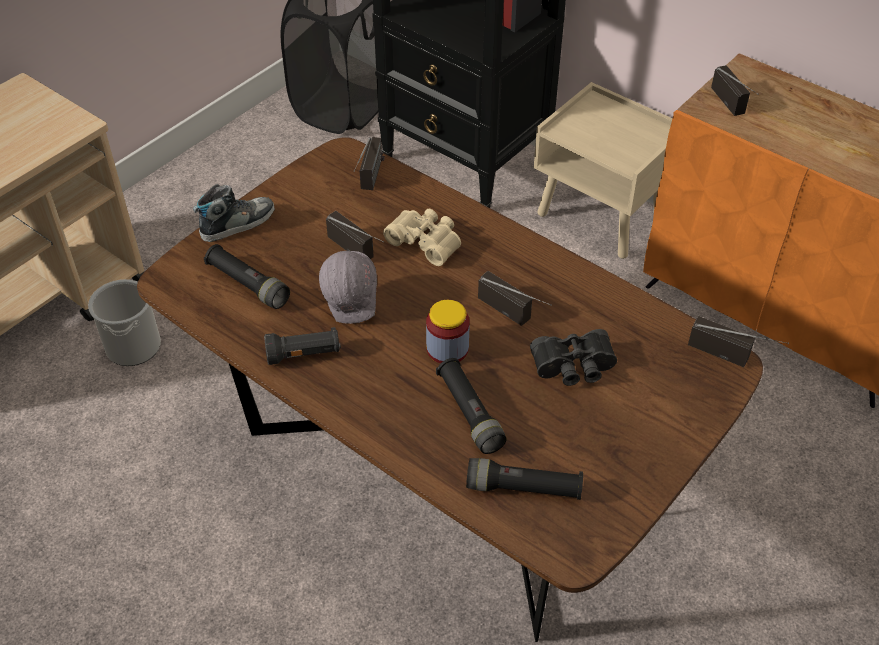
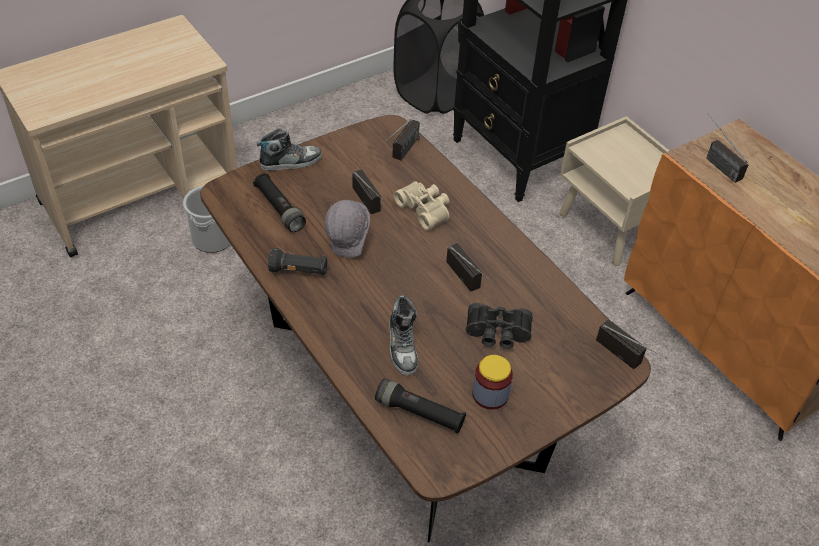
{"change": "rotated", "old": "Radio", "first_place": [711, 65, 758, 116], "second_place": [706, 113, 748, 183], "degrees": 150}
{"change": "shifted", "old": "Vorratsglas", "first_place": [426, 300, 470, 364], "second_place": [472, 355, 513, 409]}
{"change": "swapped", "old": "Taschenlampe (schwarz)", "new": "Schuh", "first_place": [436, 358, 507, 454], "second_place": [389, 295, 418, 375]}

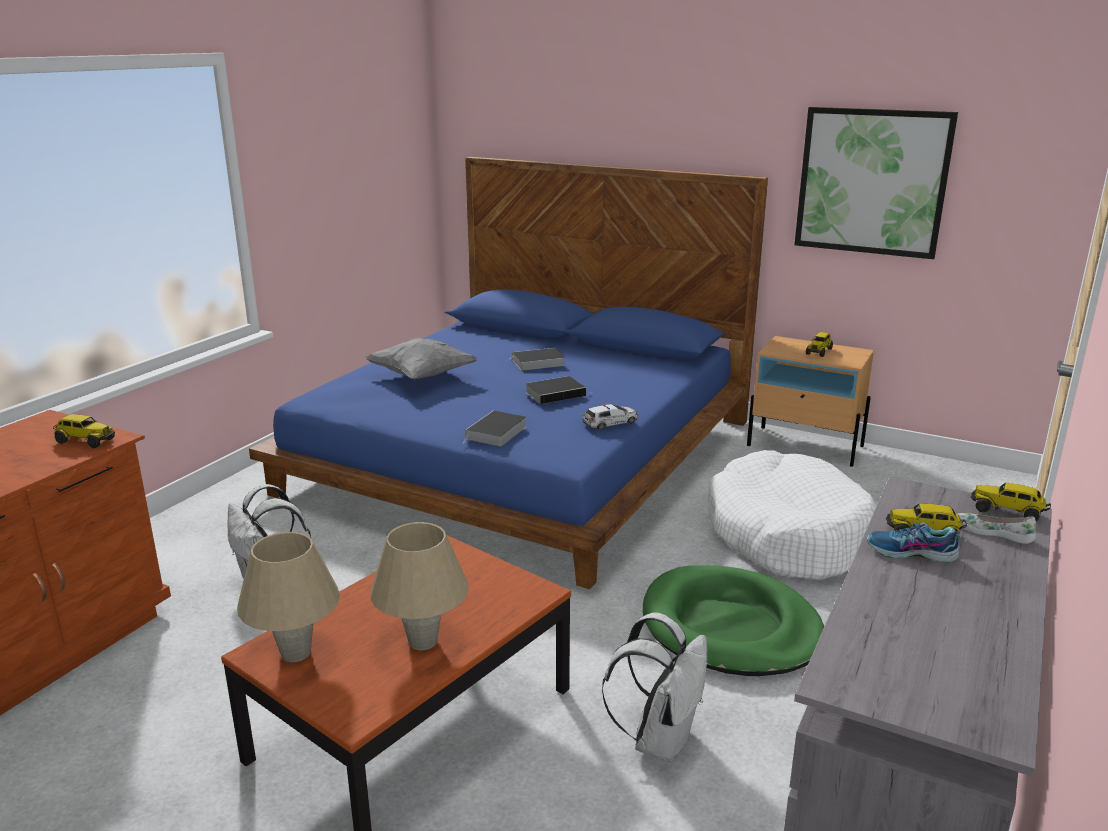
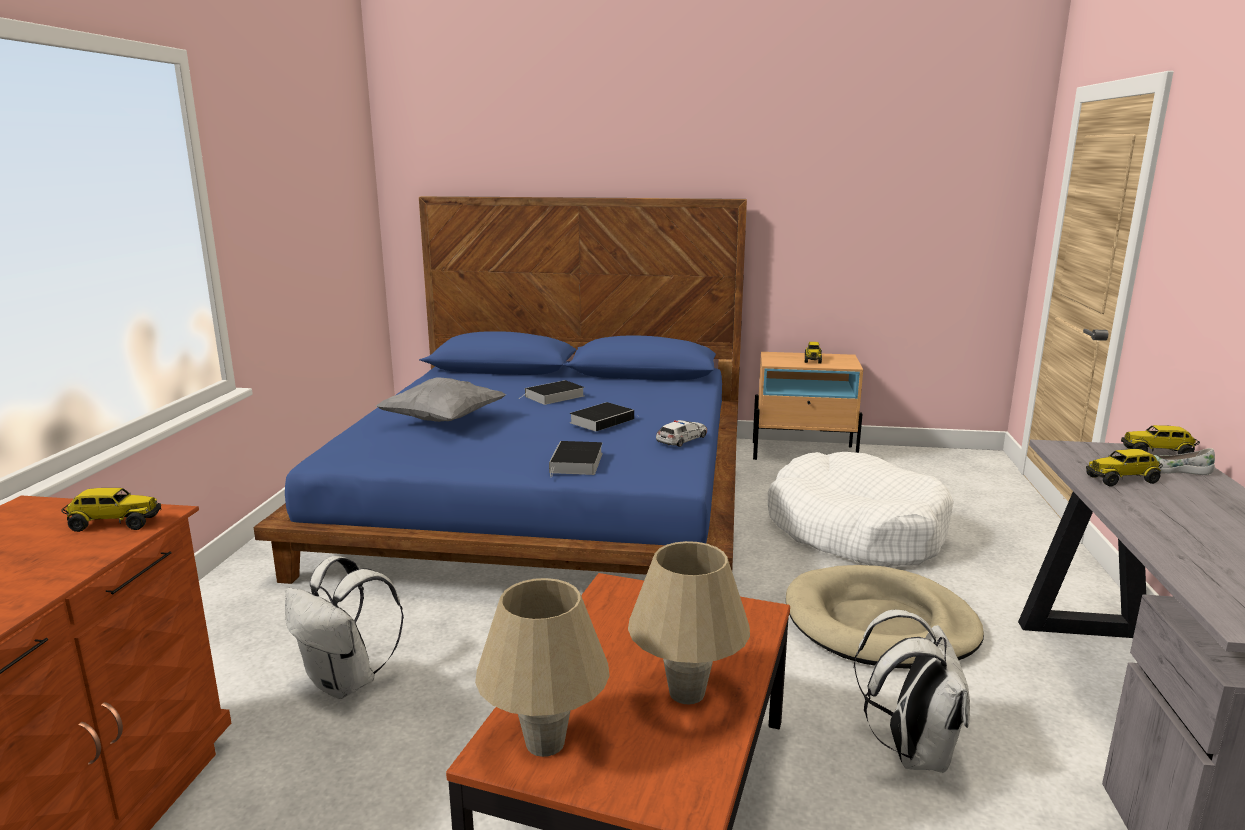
{"change": "gone", "old": "Bild", "first_place": [794, 107, 958, 259]}
{"change": "gone", "old": "Schuh", "first_place": [867, 522, 962, 563]}
{"change": "repainted", "old": "Hundebett (grün)", "new": "Hundebett (beige)", "first_place": [643, 565, 824, 676], "second_place": [786, 565, 984, 669]}

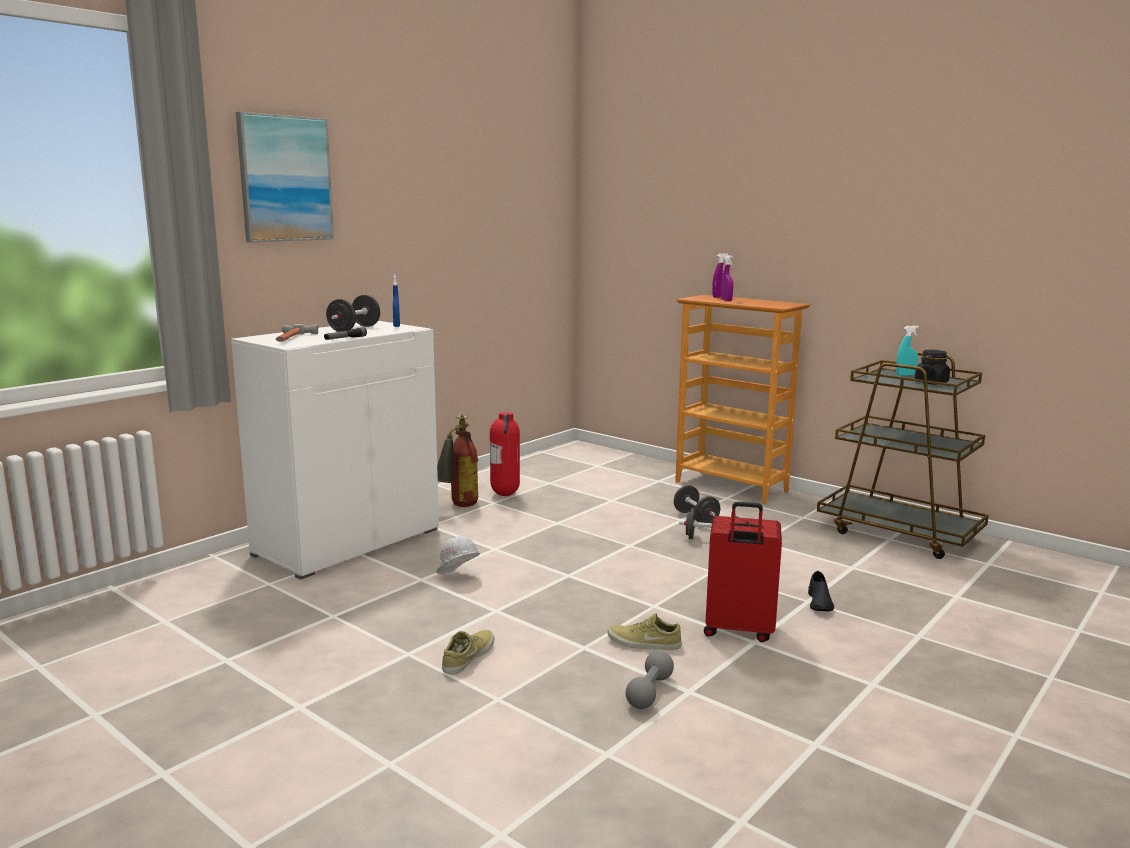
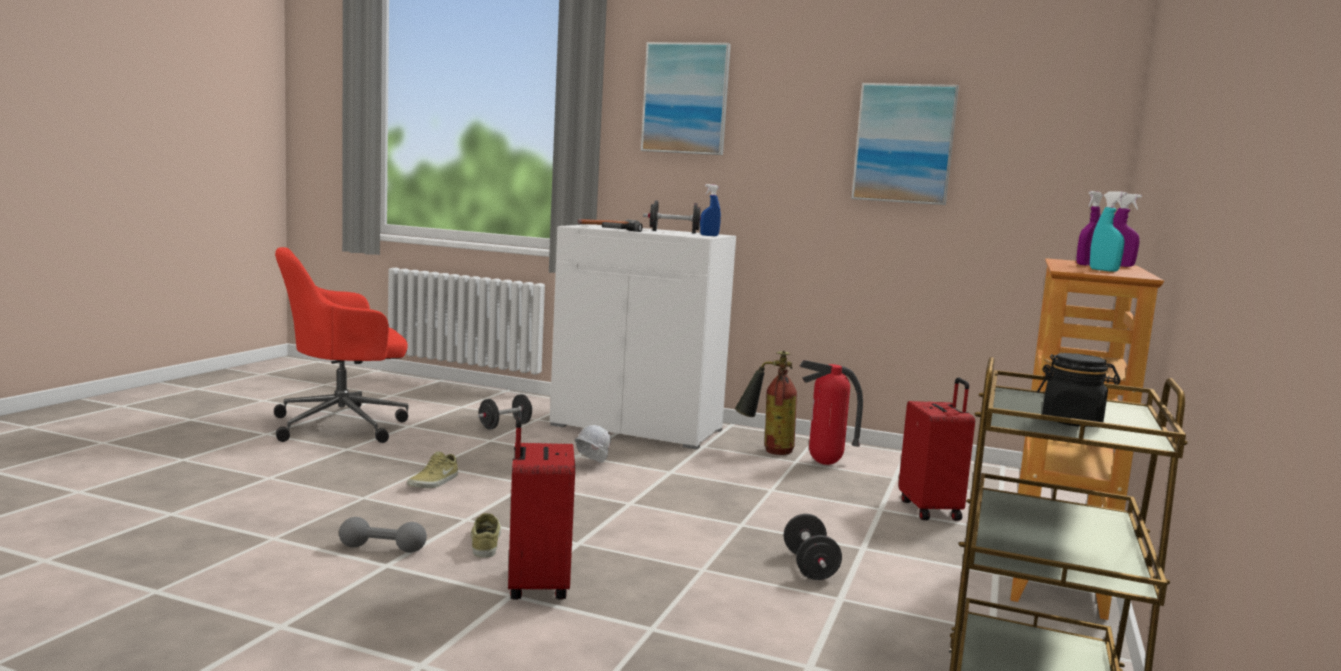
{"change": "shifted", "old": "Sprühflasche (türkis)", "first_place": [896, 325, 919, 376], "second_place": [1090, 191, 1128, 272]}
{"change": "shifted", "old": "Hantel (schwarz)", "first_place": [674, 485, 720, 523], "second_place": [478, 394, 533, 429]}
{"change": "gone", "old": "Schuh (schwarz)", "first_place": [808, 571, 834, 611]}
{"change": "rotated", "old": "Schuh (beige)", "first_place": [442, 630, 494, 675], "second_place": [407, 452, 458, 488], "degrees": 105}
{"change": "new", "new": "Bild", "second_place": [851, 83, 959, 205]}
{"change": "new", "new": "Bürostuhl (rot)", "second_place": [274, 247, 409, 443]}
{"change": "new", "new": "Koffer (rot)", "second_place": [899, 378, 975, 521]}

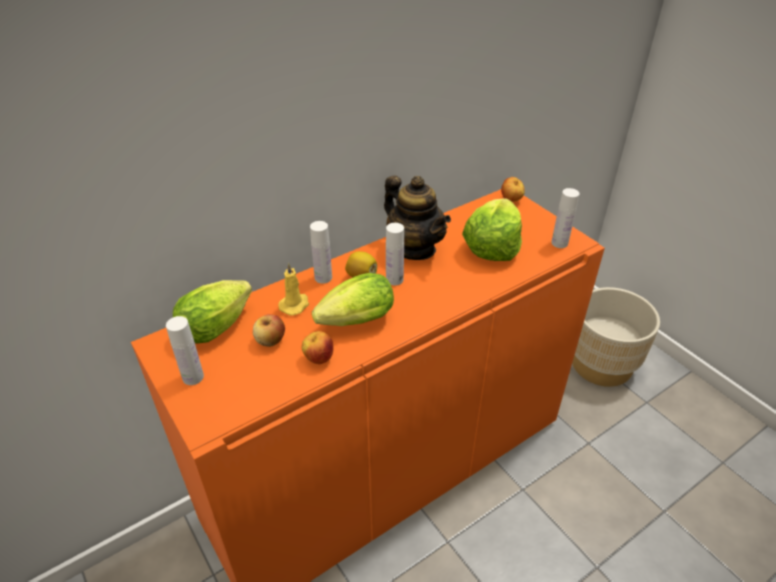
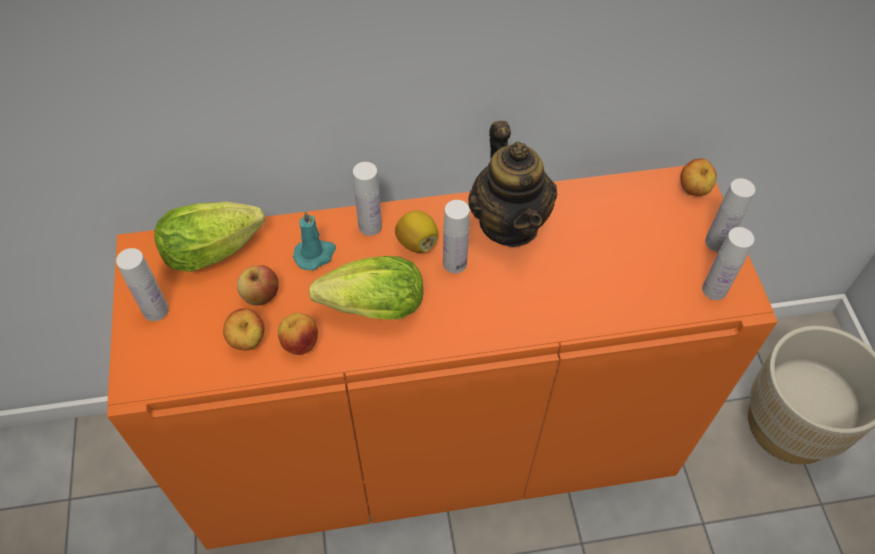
{"change": "gone", "old": "Salatkopf", "first_place": [462, 198, 522, 261]}
{"change": "repainted", "old": "Kerze (gelb)", "new": "Kerze (türkis)", "first_place": [278, 263, 309, 316], "second_place": [293, 211, 336, 270]}
{"change": "new", "new": "Flasche (weiß)", "second_place": [705, 178, 755, 252]}
{"change": "new", "new": "Apfel", "second_place": [223, 308, 264, 351]}

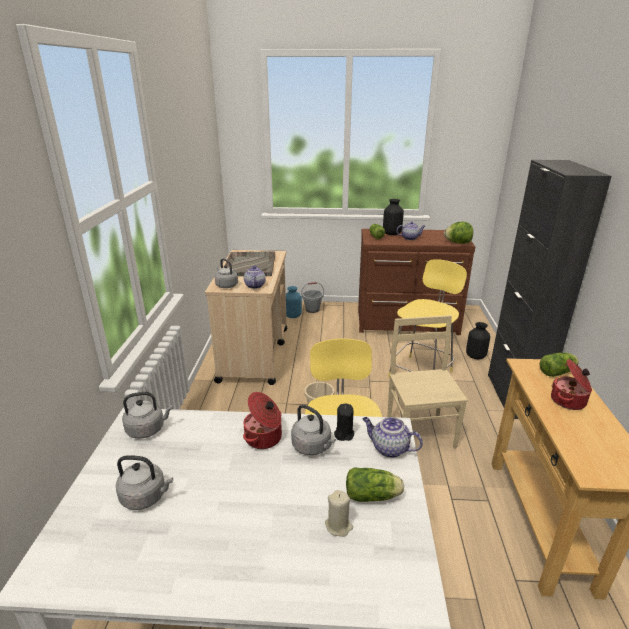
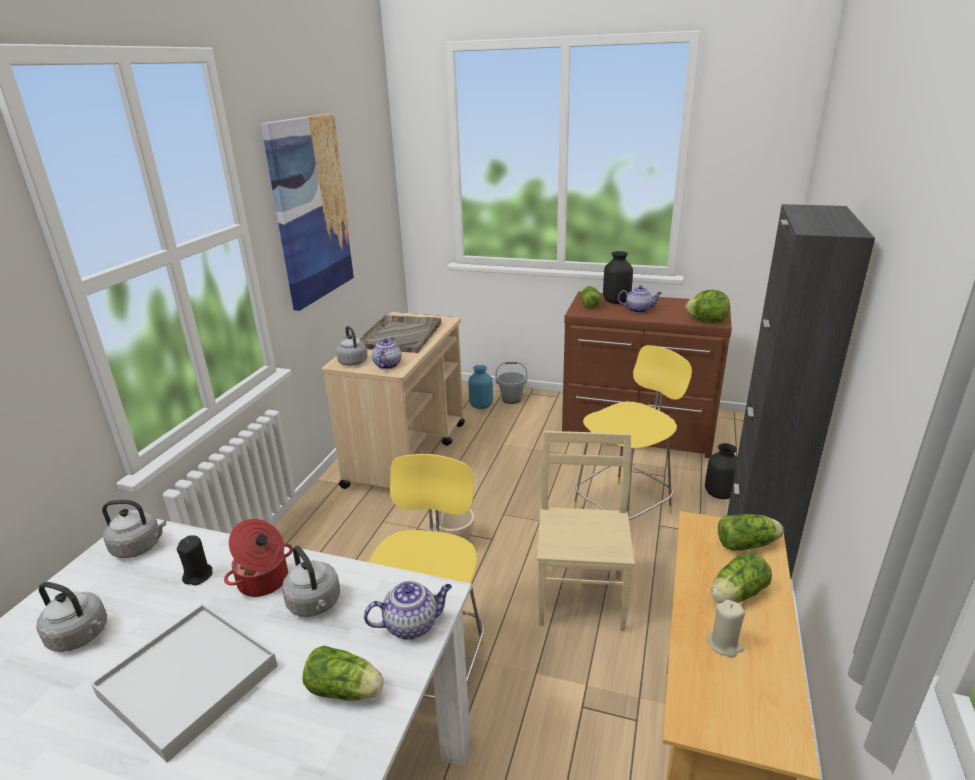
{"change": "swapped", "old": "Kochtopf", "new": "Salatkopf", "first_place": [551, 359, 592, 410], "second_place": [711, 553, 772, 603]}
{"change": "shifted", "old": "Kerze (schwarz)", "first_place": [334, 404, 354, 441], "second_place": [177, 535, 213, 586]}
{"change": "rotated", "old": "Teekanne", "first_place": [363, 417, 423, 458], "second_place": [364, 581, 452, 640], "degrees": 120}
{"change": "shifted", "old": "Kerze (beige)", "first_place": [325, 490, 353, 537], "second_place": [707, 600, 745, 658]}
{"change": "new", "new": "Bild", "second_place": [261, 113, 355, 311]}
{"change": "new", "new": "Tablett (weiß)", "second_place": [91, 604, 278, 763]}

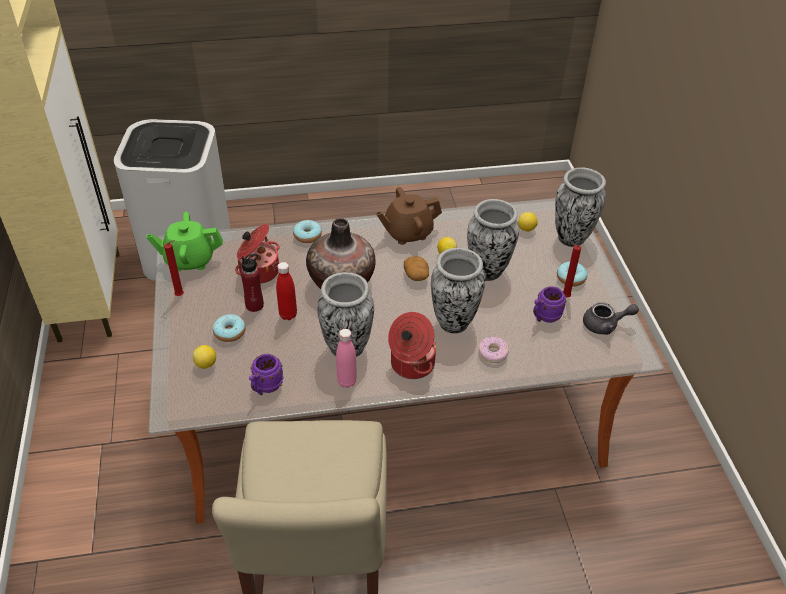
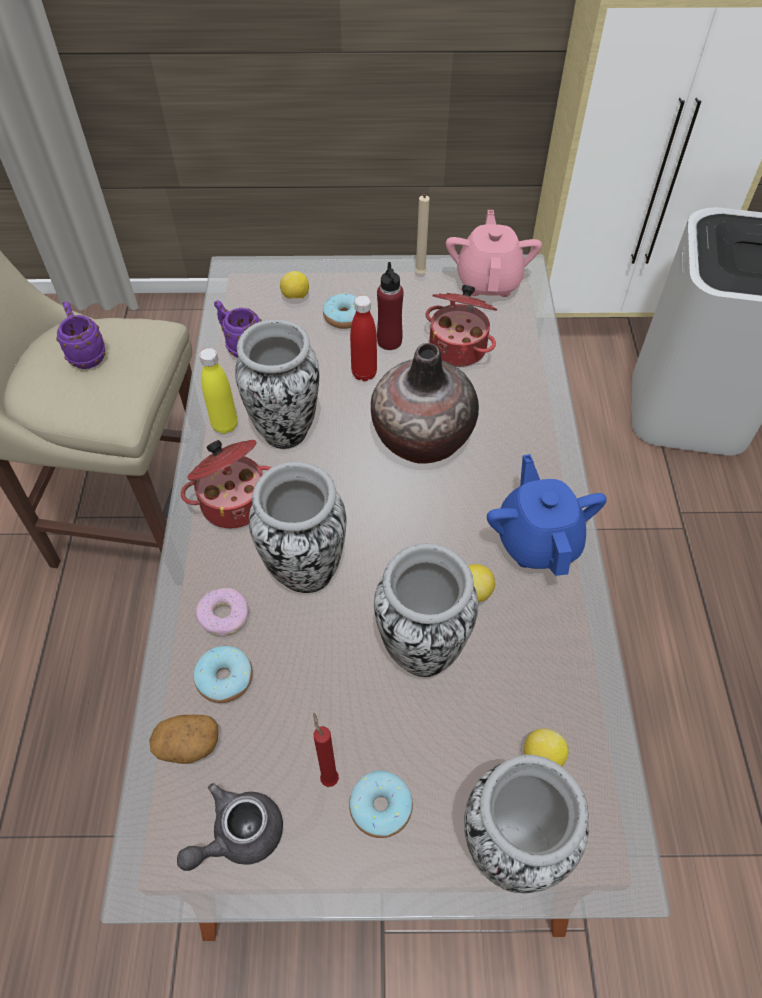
{"change": "repainted", "old": "Teekanne (braun)", "new": "Teekanne (blau)", "first_place": [376, 187, 442, 245], "second_place": [487, 454, 607, 576]}
{"change": "repainted", "old": "Teekanne (grün)", "new": "Teekanne (rosa)", "first_place": [146, 212, 223, 271], "second_place": [446, 210, 542, 297]}
{"change": "shifted", "old": "Donut", "first_place": [293, 220, 322, 243], "second_place": [194, 646, 253, 703]}
{"change": "repainted", "old": "Kerze (rot)", "new": "Kerze (beige)", "first_place": [164, 240, 184, 296], "second_place": [415, 194, 430, 274]}
{"change": "shifted", "old": "Kartoffel", "first_place": [404, 256, 429, 281], "second_place": [149, 715, 218, 764]}
{"change": "shifted", "old": "Henkelbecher (lila)", "first_place": [533, 286, 566, 323], "second_place": [56, 301, 105, 369]}
{"change": "rotated", "old": "Teekanne (grau)", "first_place": [583, 302, 639, 335], "second_place": [177, 783, 283, 871], "degrees": 45}
{"change": "repainted", "old": "Flasche (rosa)", "new": "Flasche (gelb)", "first_place": [336, 329, 357, 388], "second_place": [199, 348, 237, 434]}

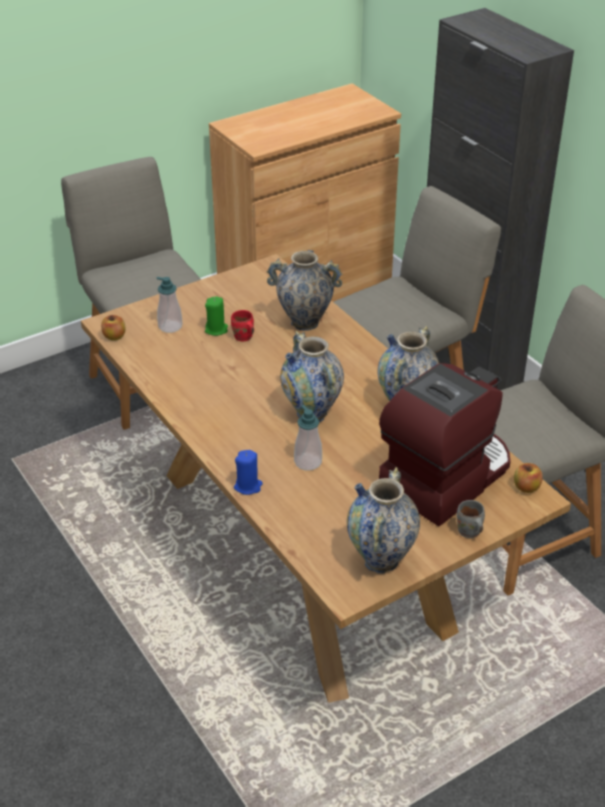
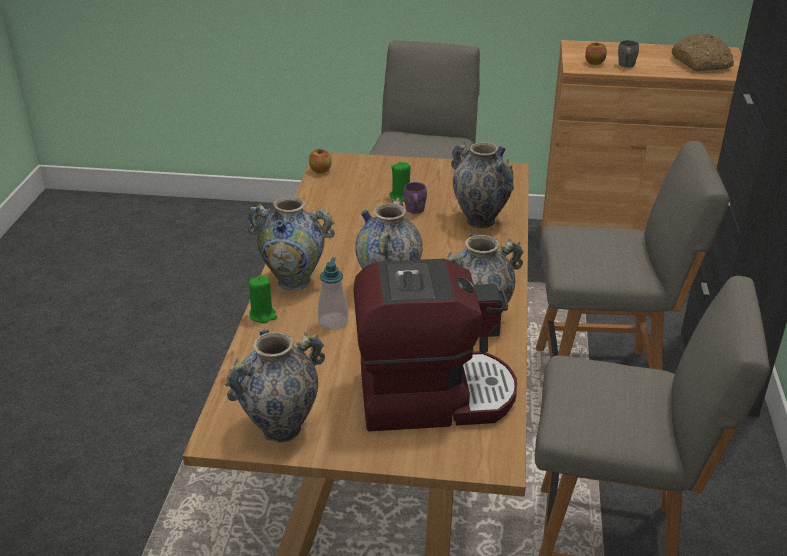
{"change": "gone", "old": "Seifenspender", "first_place": [156, 277, 183, 333]}
{"change": "repainted", "old": "Henkelbecher (rot)", "new": "Henkelbecher (lila)", "first_place": [231, 310, 254, 341], "second_place": [403, 182, 427, 214]}
{"change": "repainted", "old": "Kerze (blau)", "new": "Kerze (grün)", "first_place": [234, 450, 263, 495], "second_place": [248, 275, 277, 324]}
{"change": "shifted", "old": "Apfel", "first_place": [514, 463, 543, 493], "second_place": [585, 41, 607, 65]}
{"change": "shifted", "old": "Henkelbecher (grau)", "first_place": [457, 500, 485, 538], "second_place": [618, 40, 639, 68]}
{"change": "new", "new": "Brot", "second_place": [671, 34, 734, 71]}
{"change": "new", "new": "Vase", "second_place": [247, 196, 335, 290]}

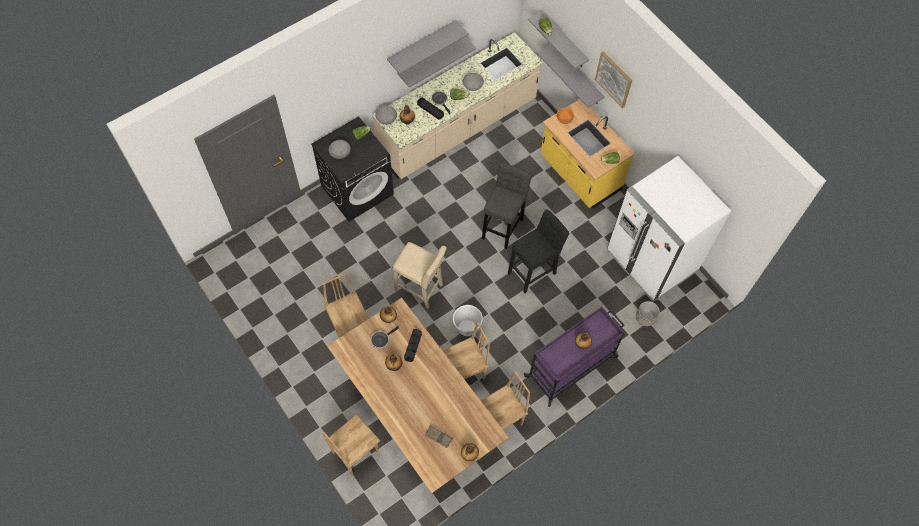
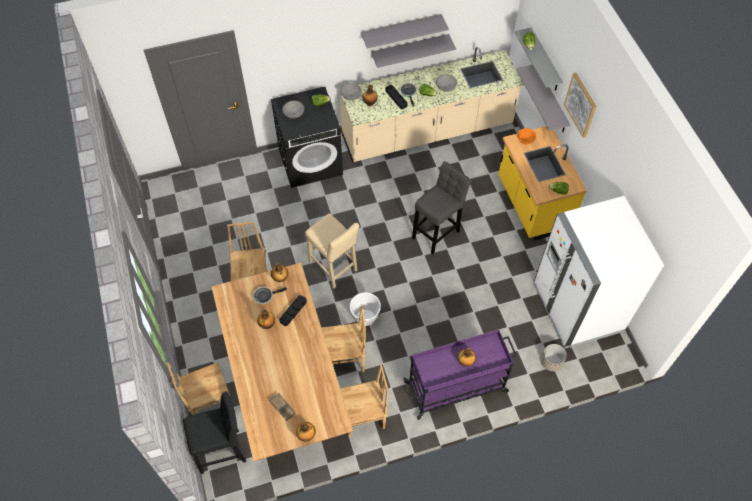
{"change": "shifted", "old": "Hocker (schwarz)", "first_place": [508, 209, 569, 293], "second_place": [183, 392, 246, 474]}

